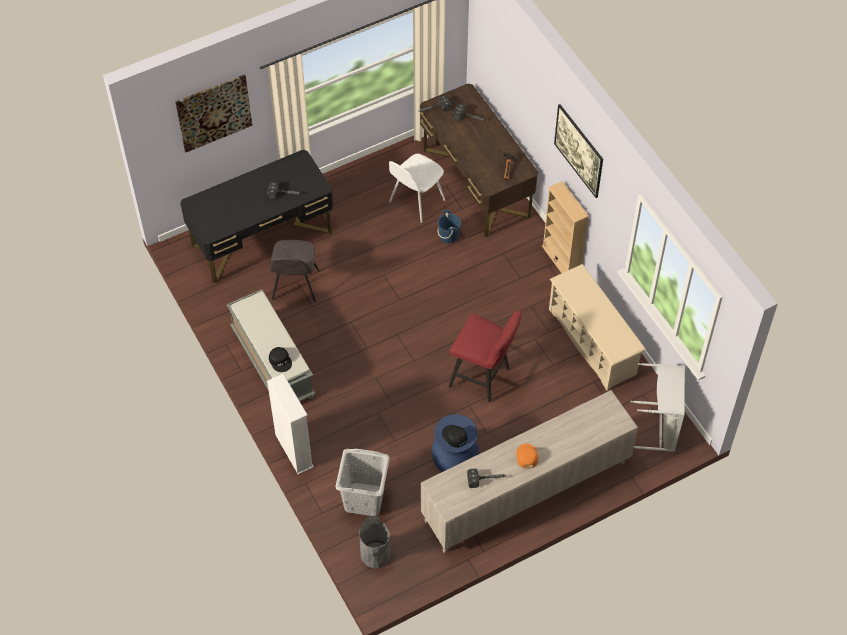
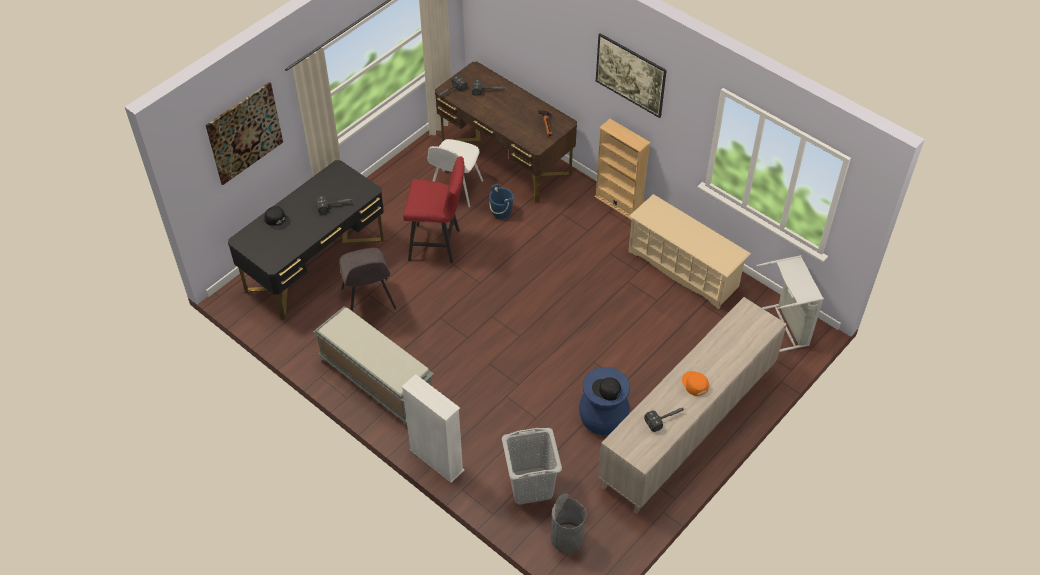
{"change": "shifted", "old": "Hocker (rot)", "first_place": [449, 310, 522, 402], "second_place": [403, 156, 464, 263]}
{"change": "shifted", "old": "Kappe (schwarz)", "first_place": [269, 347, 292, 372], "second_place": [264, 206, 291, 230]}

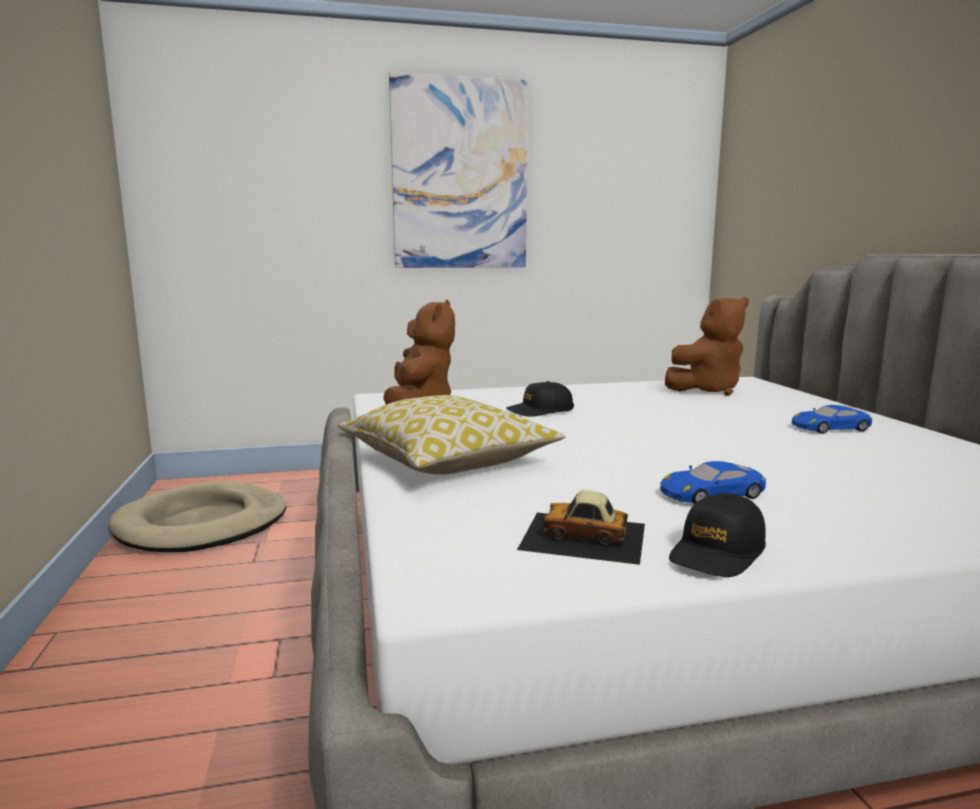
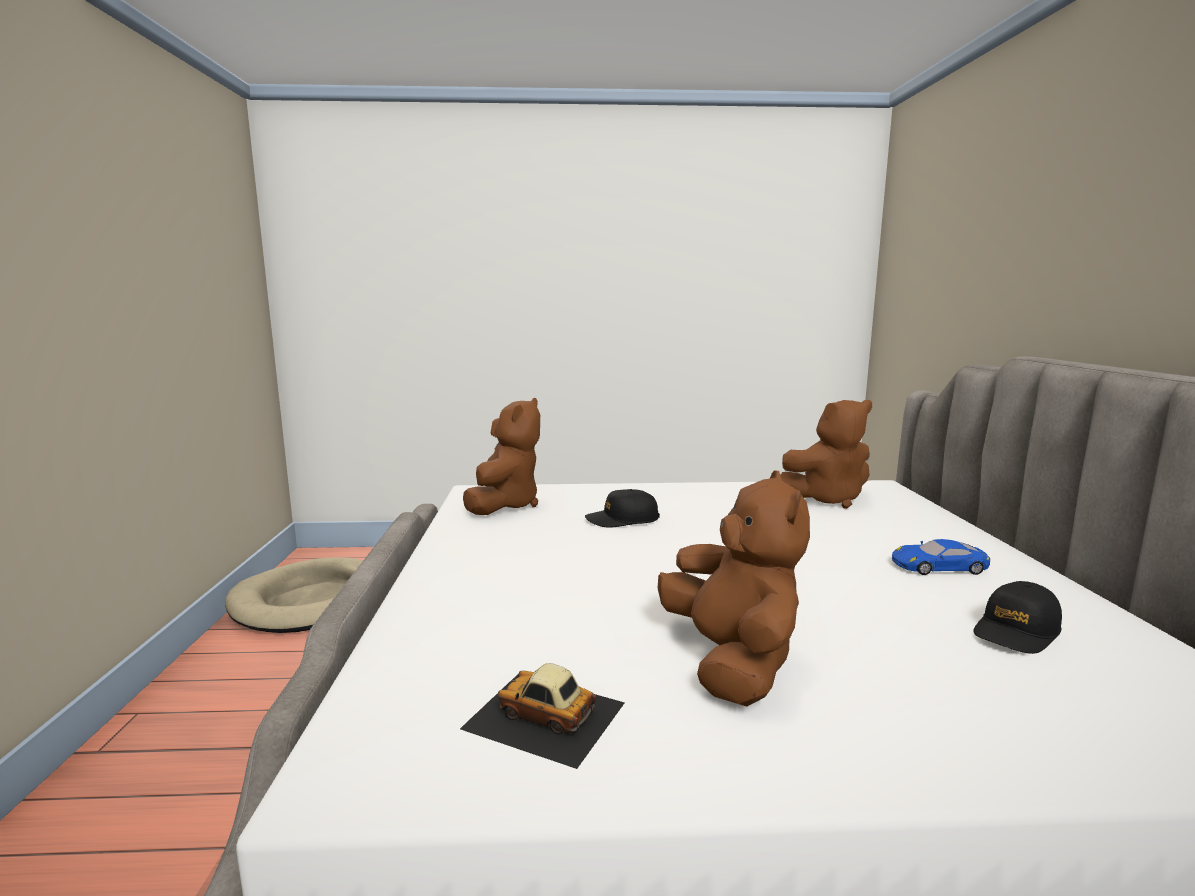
{"change": "gone", "old": "Bild", "first_place": [389, 72, 528, 268]}
{"change": "gone", "old": "Kissen", "first_place": [338, 395, 565, 475]}
{"change": "swapped", "old": "Spielzeugauto (blau)", "new": "Plüschtier (braun)", "first_place": [660, 461, 766, 504], "second_place": [658, 470, 810, 707]}
{"change": "shifted", "old": "Kappe (schwarz)", "first_place": [669, 493, 766, 577], "second_place": [973, 581, 1062, 654]}

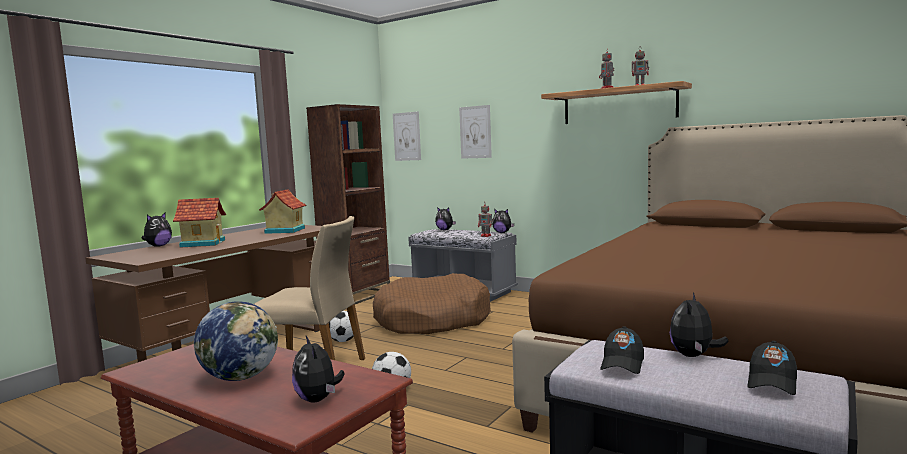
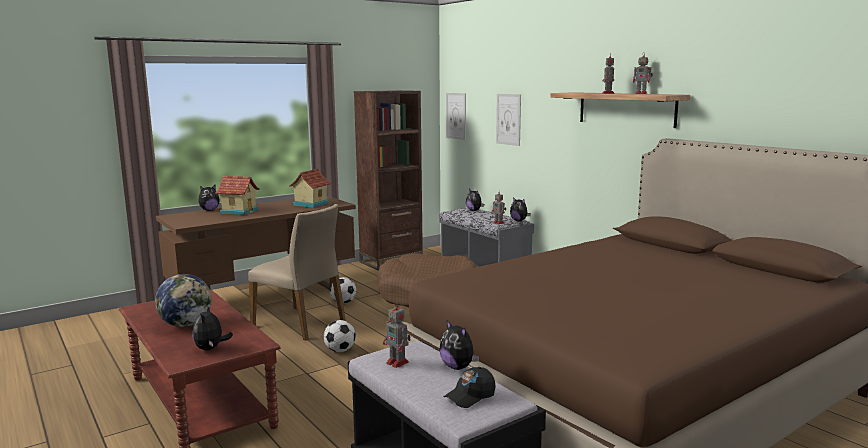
{"change": "rotated", "old": "Plüschtier", "first_place": [670, 293, 728, 357], "second_place": [439, 320, 480, 370], "degrees": -90}
{"change": "swapped", "old": "Kappe (schwarz)", "new": "Spielzeugroboter", "first_place": [600, 326, 644, 374], "second_place": [383, 302, 411, 368]}

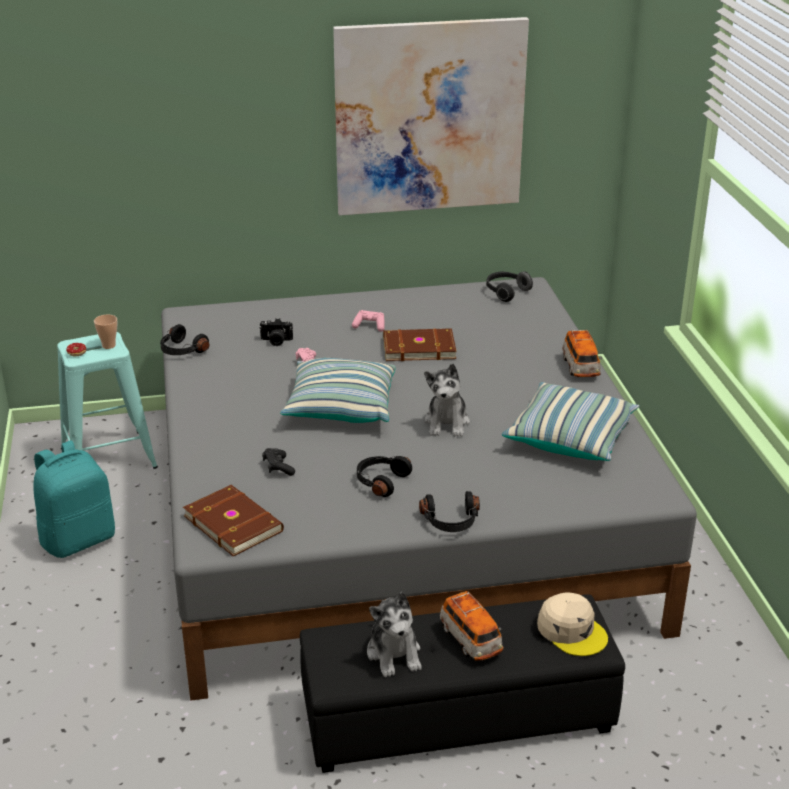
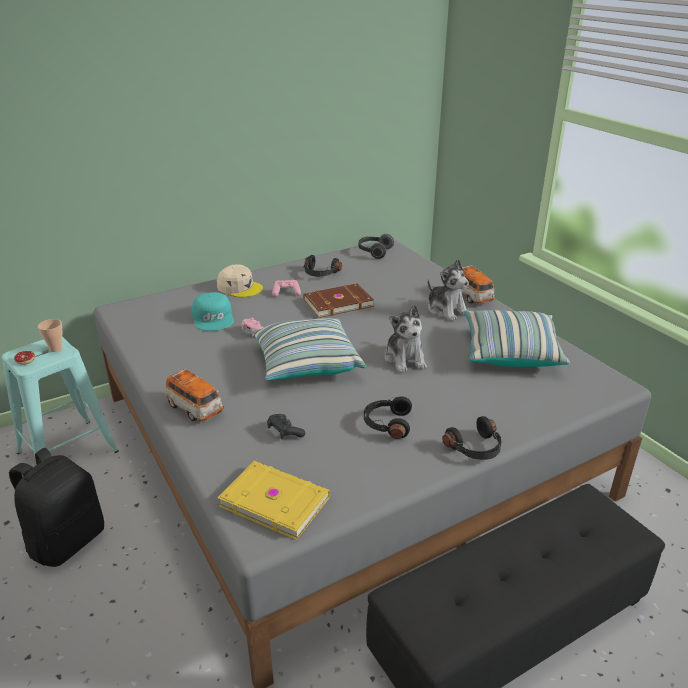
{"change": "gone", "old": "Bild", "first_place": [333, 17, 529, 215]}
{"change": "swapped", "old": "Kamera", "new": "Kappe (türkis)", "first_place": [259, 318, 293, 346], "second_place": [192, 292, 234, 331]}
{"change": "shifted", "old": "Kopfhörer (schwarz)", "first_place": [160, 324, 209, 355], "second_place": [304, 255, 342, 277]}
{"change": "repainted", "old": "Rucksack (türkis)", "new": "Rucksack (schwarz)", "first_place": [33, 440, 115, 558], "second_place": [9, 448, 104, 567]}
{"change": "repainted", "old": "Buch (braun)", "new": "Buch (gelb)", "first_place": [183, 485, 284, 557], "second_place": [218, 461, 330, 540]}
{"change": "shifted", "old": "Spielzeugauto", "first_place": [439, 591, 504, 661], "second_place": [165, 368, 224, 421]}
{"change": "shifted", "old": "Plüschtier", "first_place": [367, 592, 422, 677], "second_place": [428, 259, 469, 321]}
{"change": "shifted", "old": "Kappe (beige)", "first_place": [537, 592, 608, 656], "second_place": [217, 265, 263, 298]}

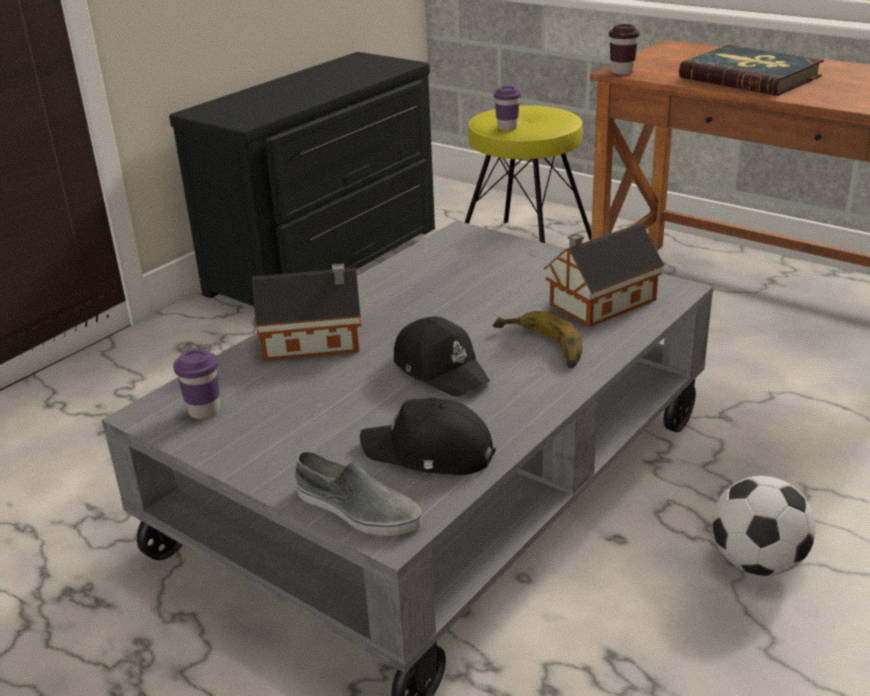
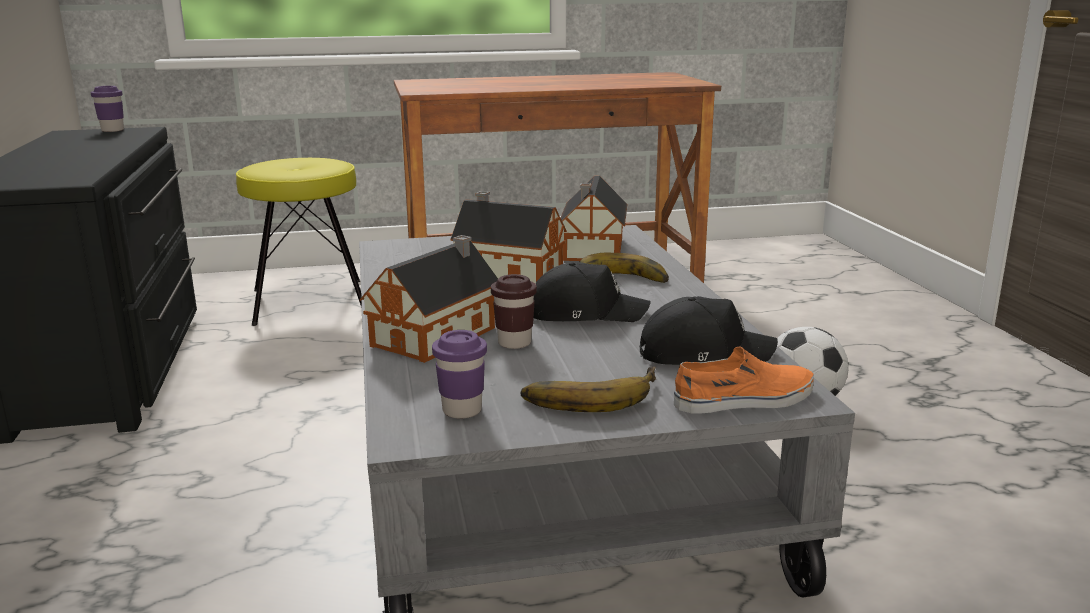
{"change": "shifted", "old": "Tasse (braun)", "first_place": [609, 24, 640, 75], "second_place": [491, 274, 537, 349]}
{"change": "gone", "old": "Buch", "first_place": [679, 45, 824, 96]}
{"change": "shifted", "old": "Tasse (lila)", "first_place": [494, 86, 521, 131], "second_place": [90, 86, 124, 132]}
{"change": "rotated", "old": "Kappe (schwarz)", "first_place": [360, 397, 496, 475], "second_place": [640, 296, 778, 365], "degrees": -150}
{"change": "repainted", "old": "Schuh (grau)", "new": "Schuh (orange)", "first_place": [295, 451, 422, 536], "second_place": [674, 346, 814, 414]}
{"change": "new", "new": "Spielzeughaus", "second_place": [450, 191, 567, 283]}
{"change": "new", "new": "Banane", "second_place": [521, 366, 656, 412]}

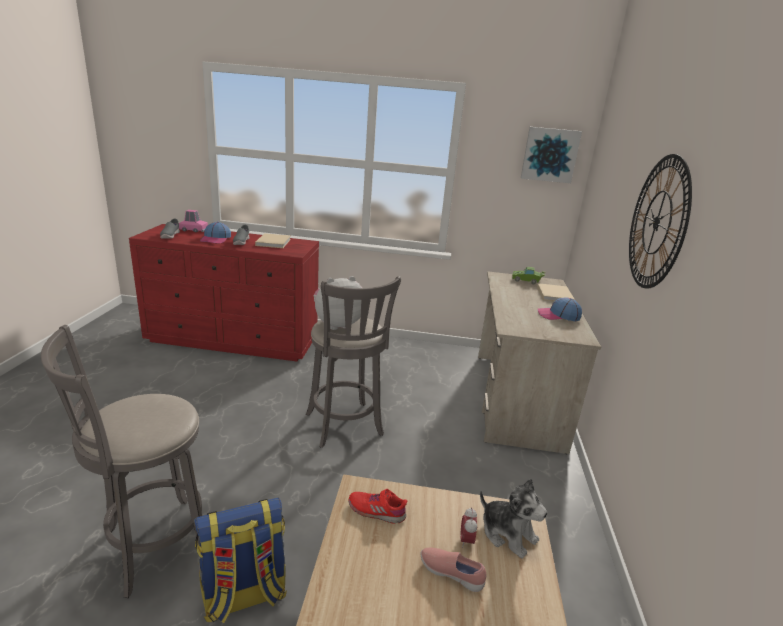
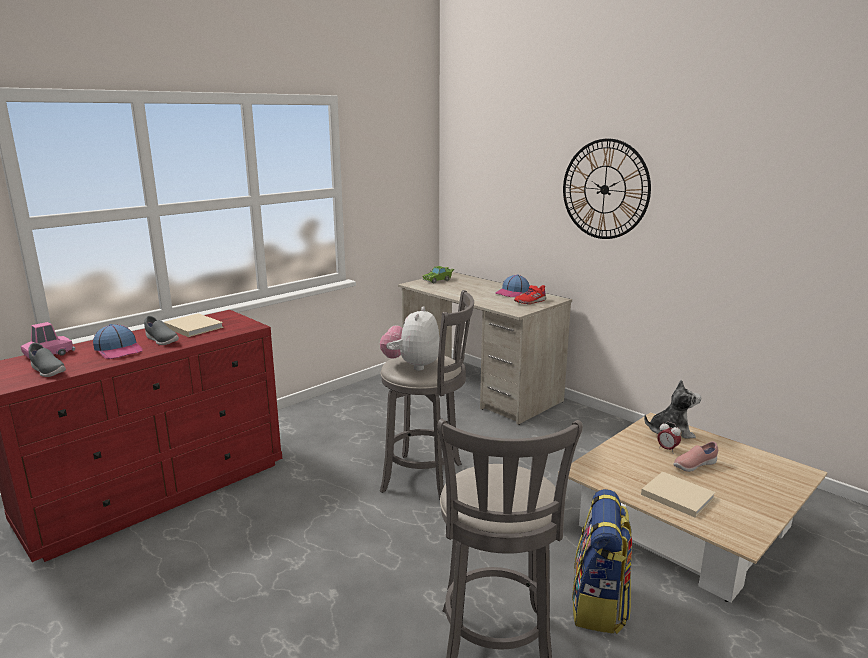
{"change": "gone", "old": "Bild", "first_place": [521, 127, 582, 183]}
{"change": "shifted", "old": "Buch (beige)", "first_place": [537, 283, 575, 301], "second_place": [641, 471, 716, 518]}
{"change": "shifted", "old": "Schuh (rot)", "first_place": [349, 489, 407, 524], "second_place": [514, 285, 546, 304]}

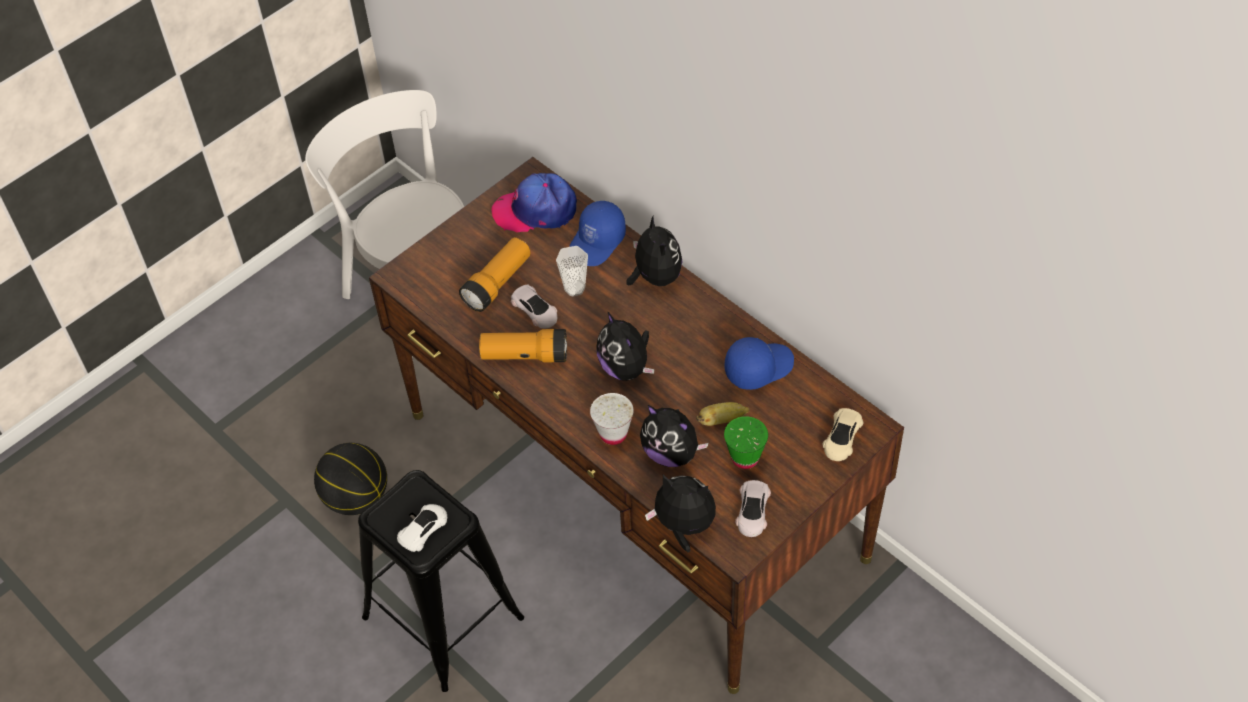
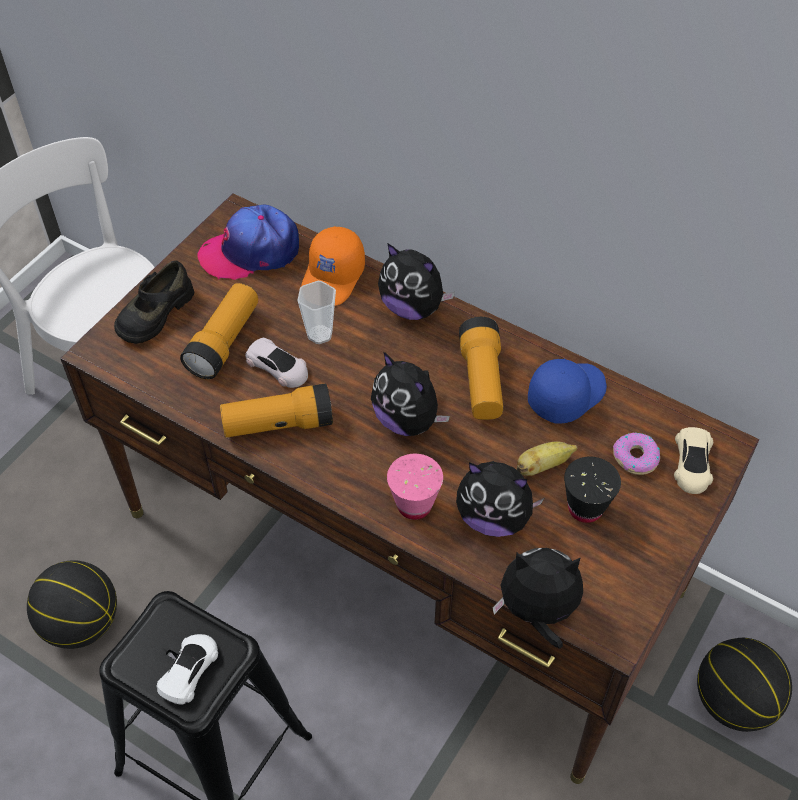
{"change": "repainted", "old": "Kappe (blau)", "new": "Kappe (orange)", "first_place": [569, 200, 626, 266], "second_place": [301, 226, 365, 306]}
{"change": "rotated", "old": "Plüschtier", "first_place": [626, 216, 683, 286], "second_place": [378, 243, 455, 320], "degrees": 150}
{"change": "repainted", "old": "Tasse (weiß)", "new": "Tasse (rosa)", "first_place": [590, 393, 634, 445], "second_place": [387, 454, 443, 520]}
{"change": "repainted", "old": "Tasse (grün)", "new": "Tasse (schwarz)", "first_place": [724, 416, 768, 469], "second_place": [564, 456, 621, 523]}
{"change": "gone", "old": "Spielzeugauto (weiß)", "first_place": [735, 480, 771, 537]}
{"change": "new", "new": "Schuh (schwarz)", "second_place": [114, 260, 194, 344]}
{"change": "new", "new": "Taschenlampe", "second_place": [459, 317, 503, 420]}
{"change": "new", "new": "Donut", "second_place": [613, 432, 660, 475]}
{"change": "new", "new": "Basketball", "second_place": [697, 638, 792, 732]}

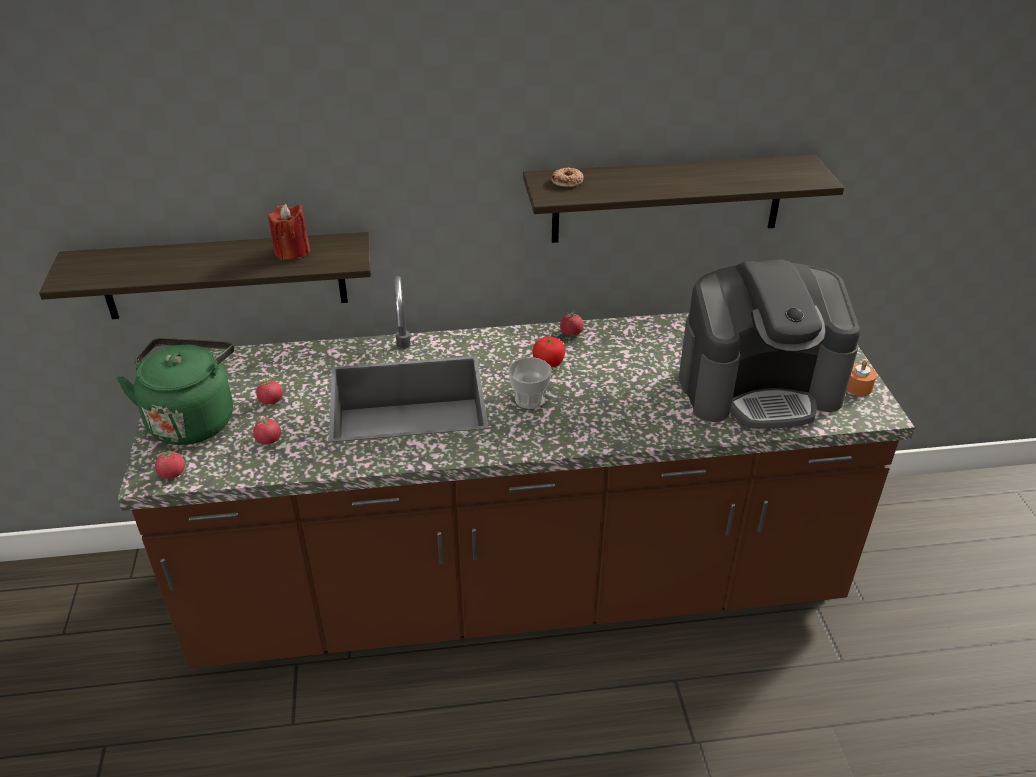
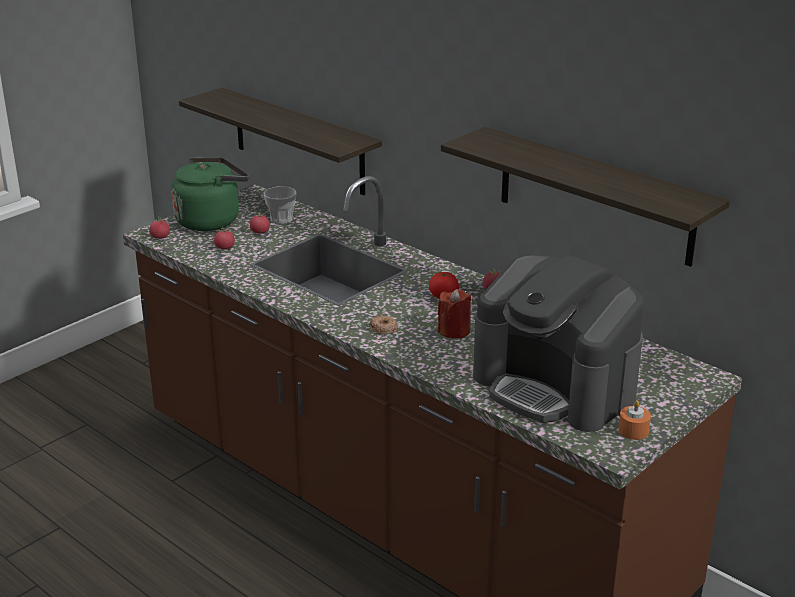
{"change": "shifted", "old": "Donut", "first_place": [552, 167, 584, 187], "second_place": [370, 315, 398, 334]}
{"change": "shifted", "old": "Kerze (rot)", "first_place": [268, 204, 310, 260], "second_place": [438, 289, 471, 339]}
{"change": "shifted", "old": "Tasse", "first_place": [508, 357, 552, 409], "second_place": [264, 186, 296, 224]}

